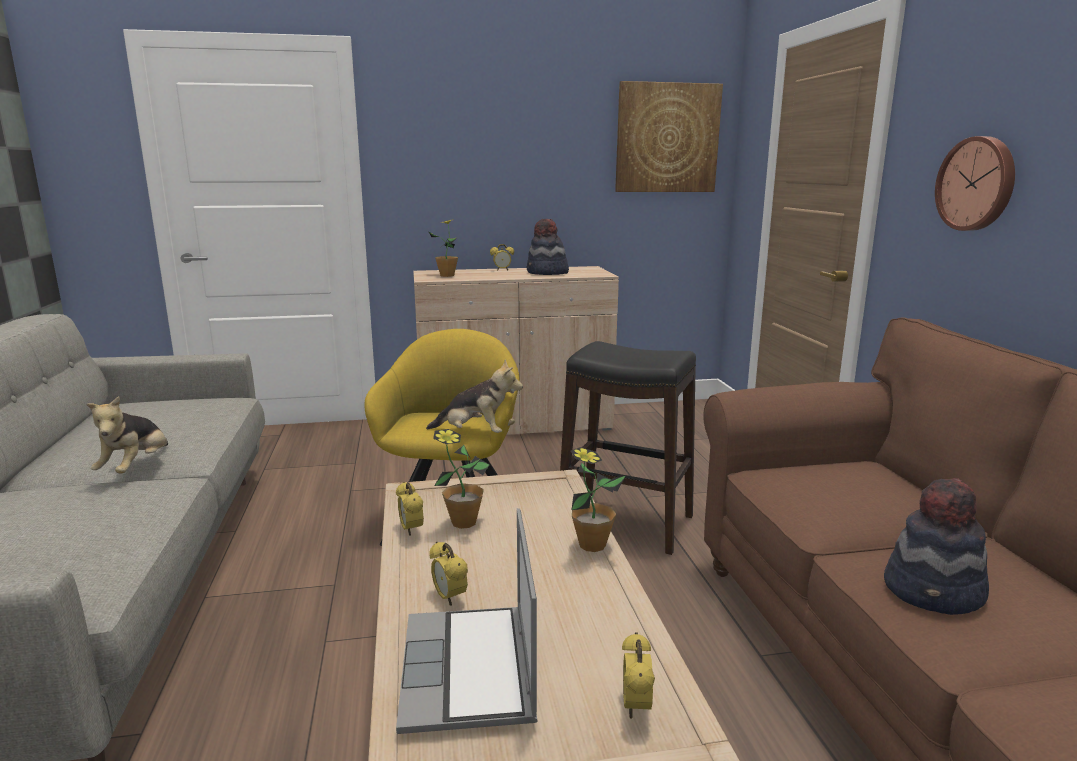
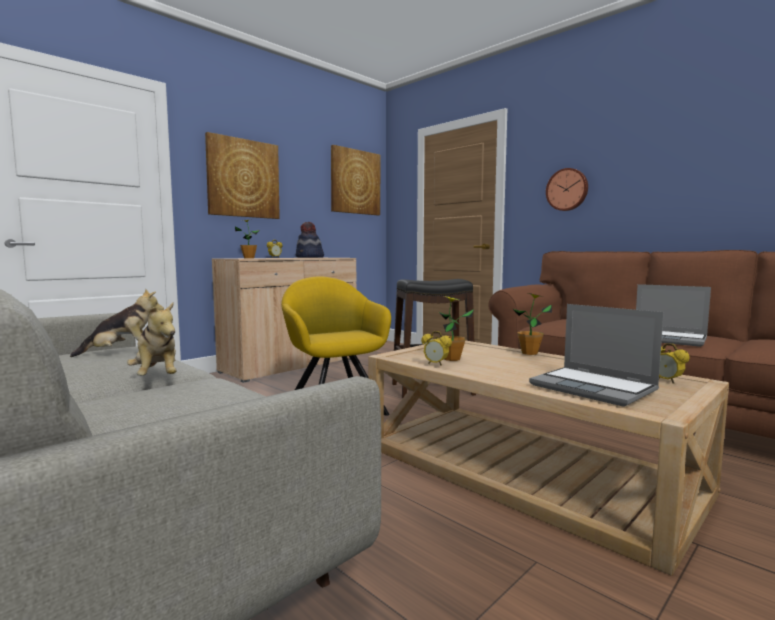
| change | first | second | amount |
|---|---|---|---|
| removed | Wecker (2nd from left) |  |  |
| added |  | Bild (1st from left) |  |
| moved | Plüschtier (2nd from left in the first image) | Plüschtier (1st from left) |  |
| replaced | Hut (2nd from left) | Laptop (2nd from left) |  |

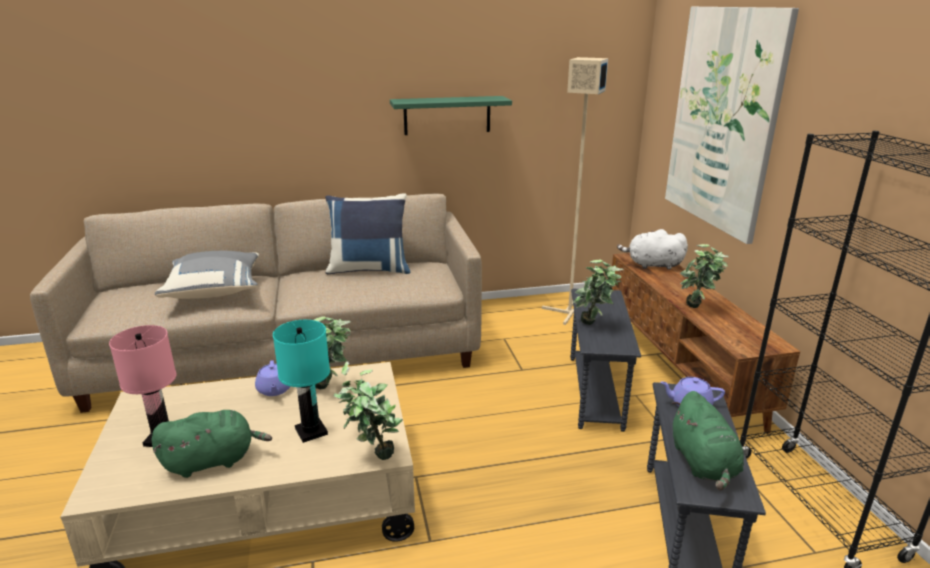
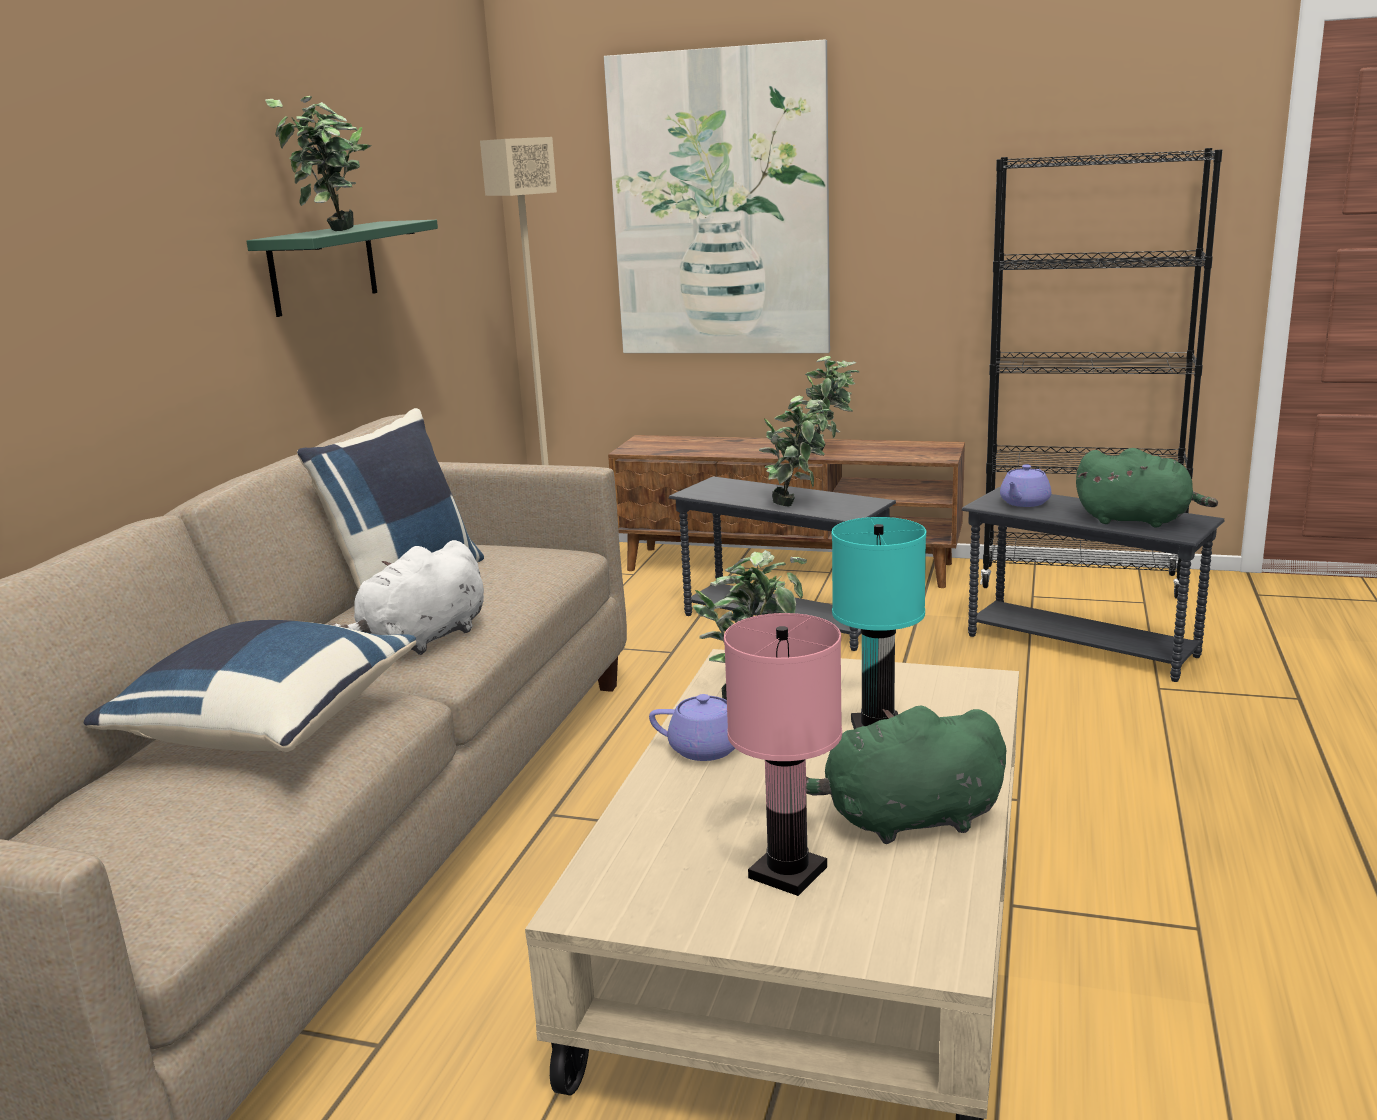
| change | first | second | amount |
|---|---|---|---|
| moved | Topfpflanze (2nd from left in the first image) | Topfpflanze (1st from left) |  |
| moved | Plüschtier [weiß] |  |  |
| recoloured | Kissen [grau] | Kissen [blau] (1st from left) |  |
| turned | Plüschtier [grün] (1st from left) |  | 105 degrees counterclockwise |

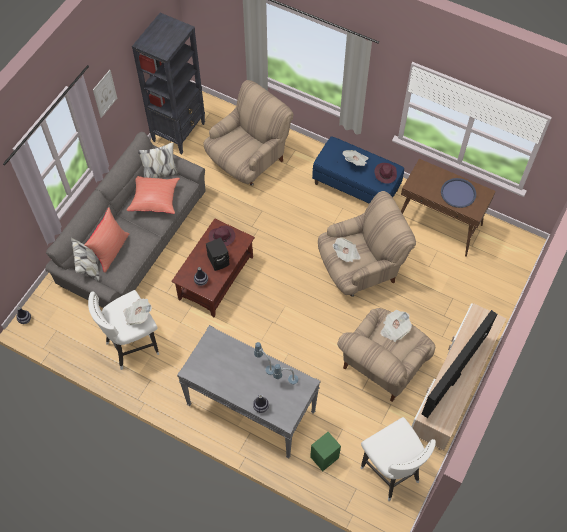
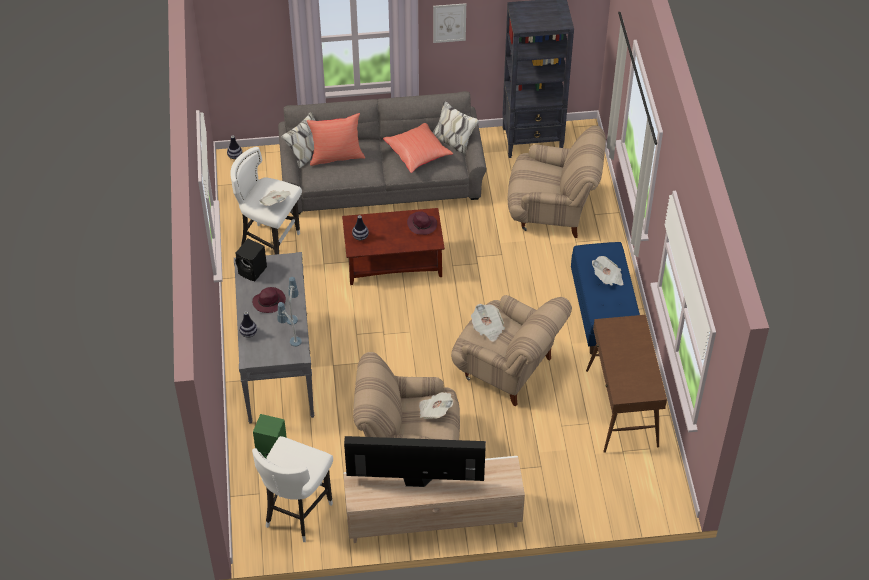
| change | first | second | amount |
|---|---|---|---|
| removed | Tablett [blau] |  |  |
| moved | Lautsprecher [schwarz] |  |  |
| moved | Hut [lila] (2nd from left in the first image) | Hut [lila] (1st from left) |  |

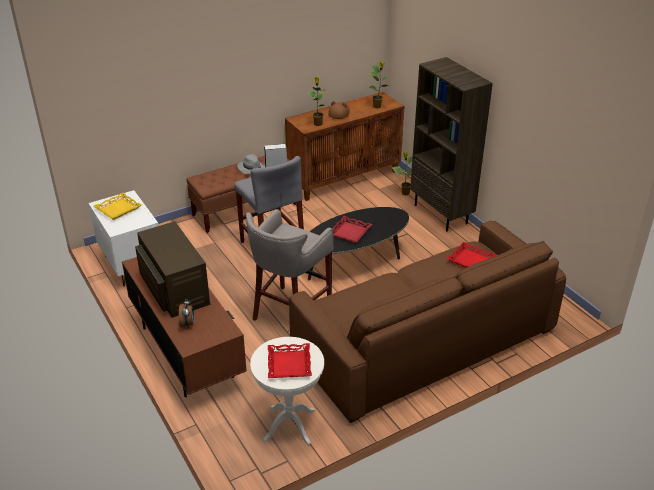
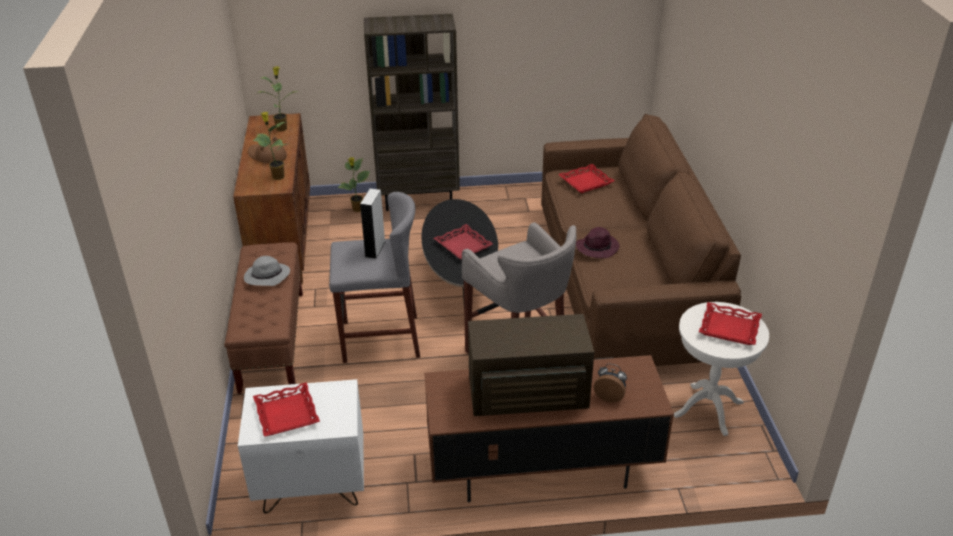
| change | first | second | amount |
|---|---|---|---|
| added |  | Hut [lila] |  |
| recoloured | Tablett [gelb] | Tablett [rot] (1st from left) |  |

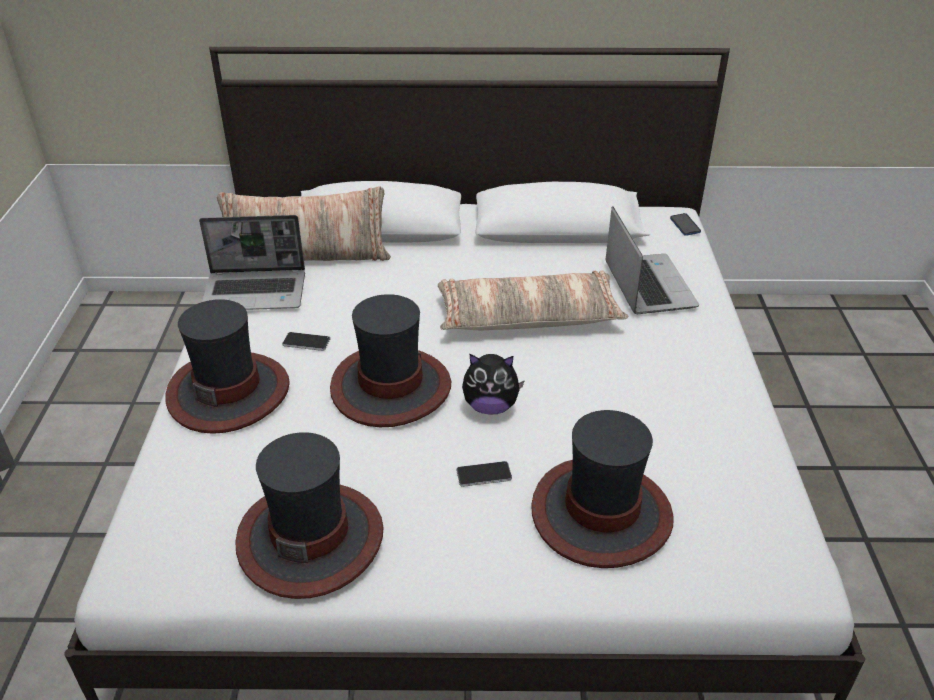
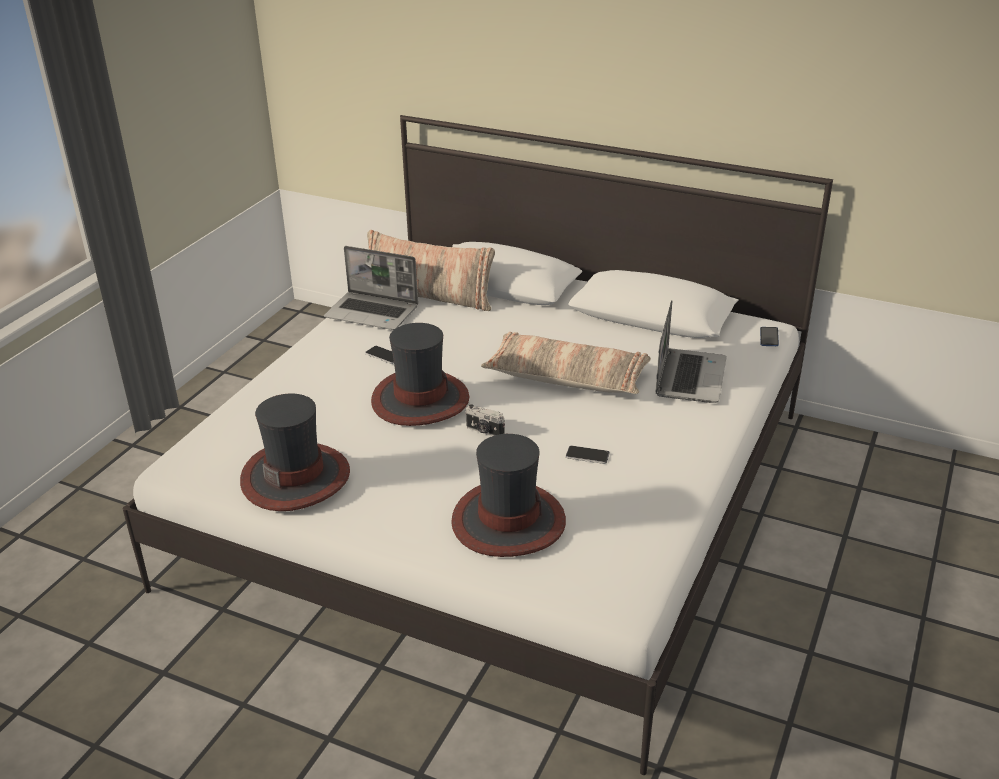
| change | first | second | amount |
|---|---|---|---|
| removed | Hut (1st from left) |  |  |
| moved | Handy (2nd from left) |  |  |
| replaced | Plüschtier | Kamera |  |

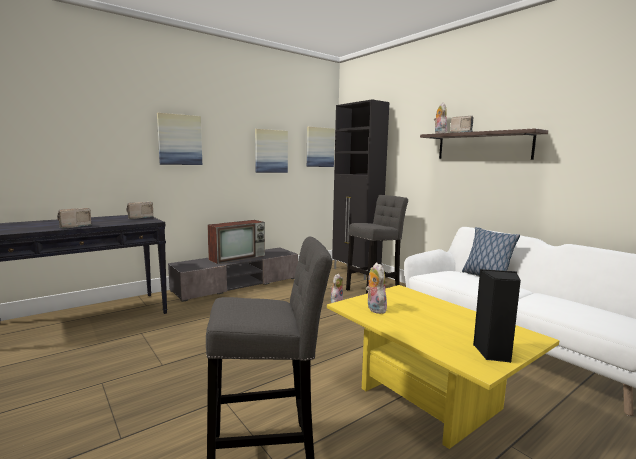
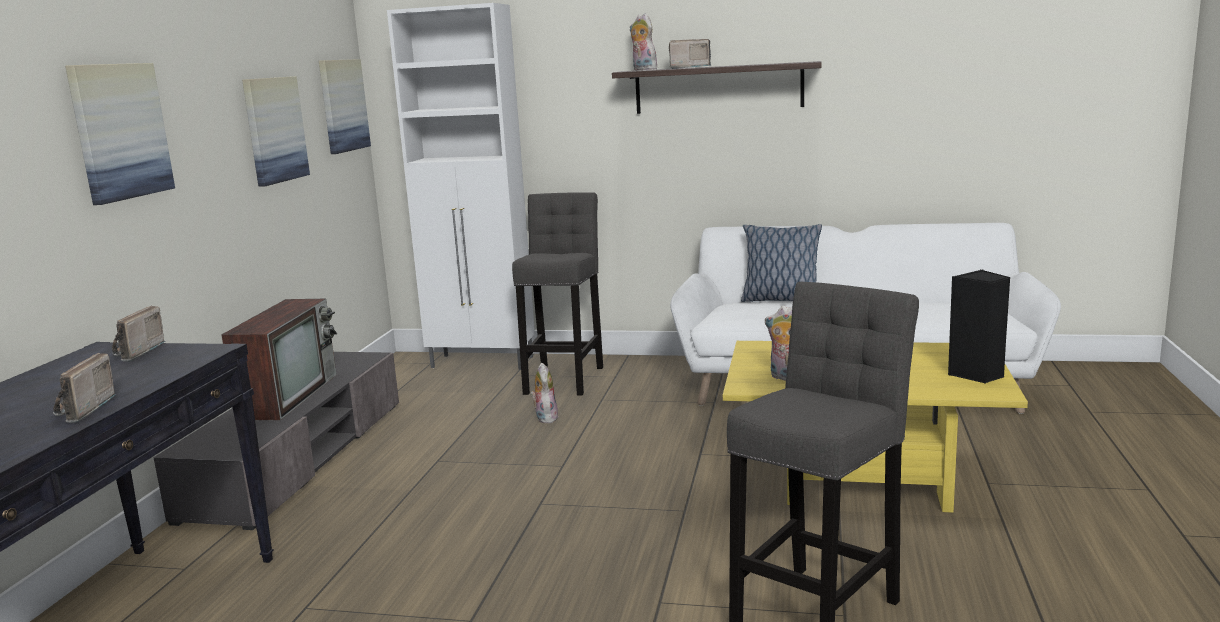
| change | first | second | amount |
|---|---|---|---|
| recoloured | Schrank [schwarz] | Schrank [weiß] |  |

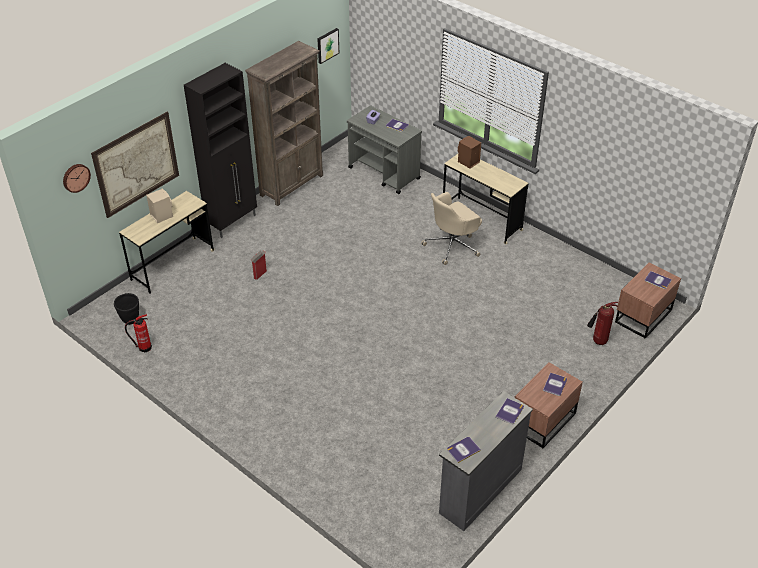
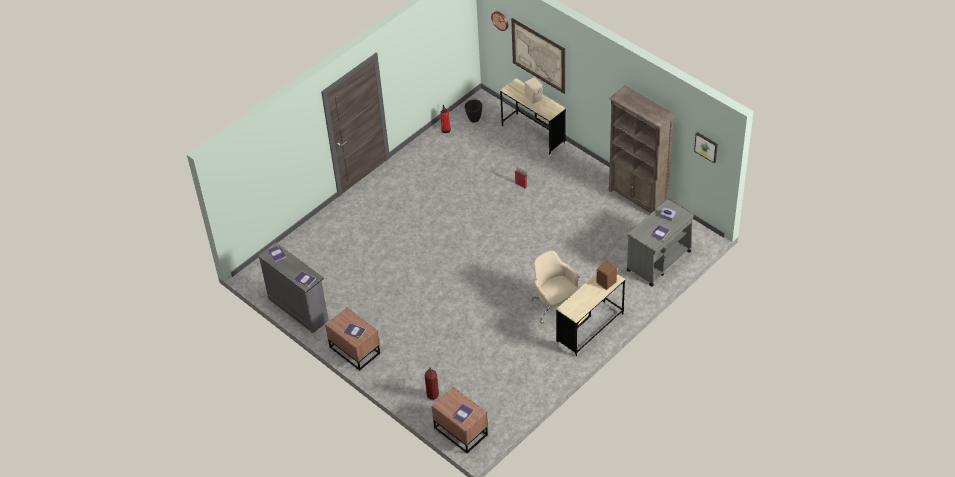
| change | first | second | amount |
|---|---|---|---|
| removed | Schrank [schwarz] |  |  |

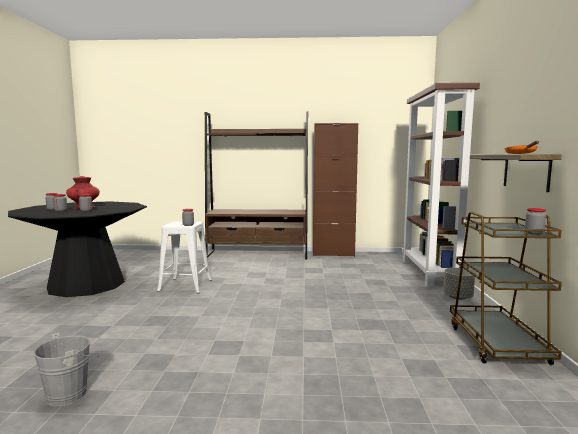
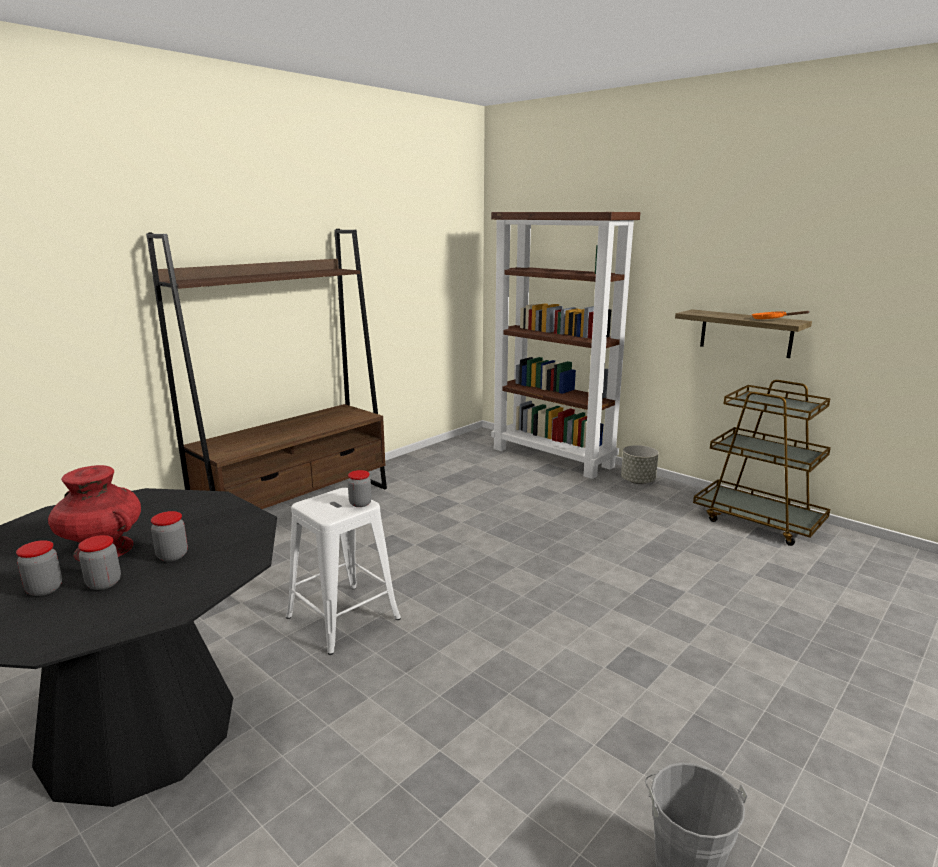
| change | first | second | amount |
|---|---|---|---|
| removed | Schrank [braun] |  |  |
| removed | Vorratsglas (5th from left) |  |  |

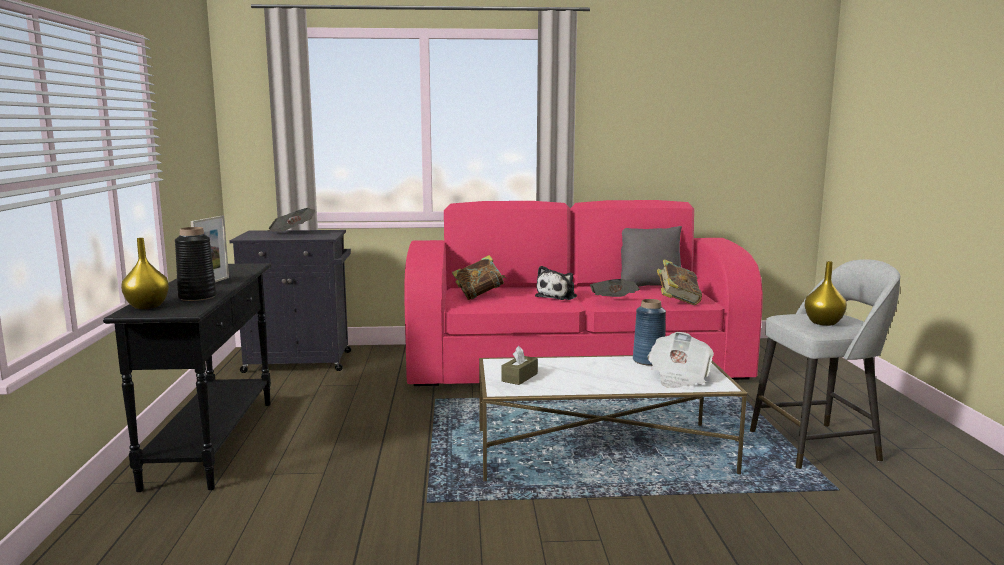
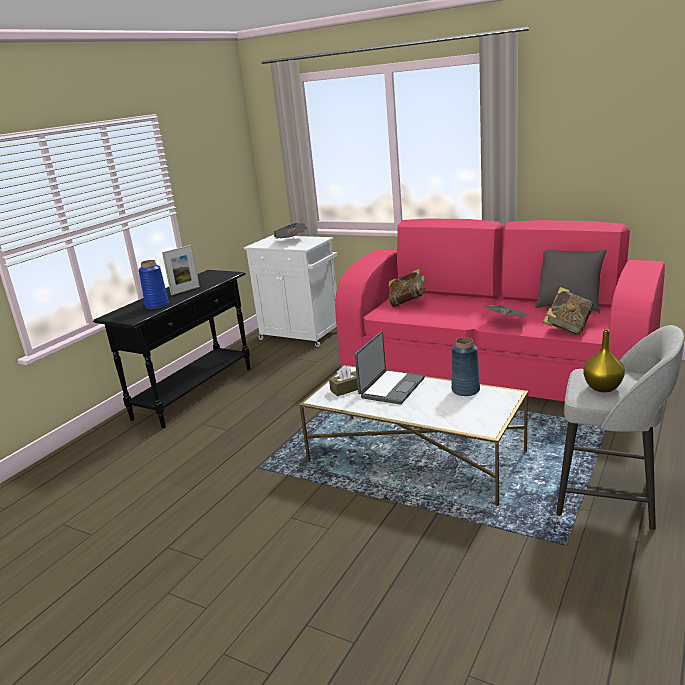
| change | first | second | amount |
|---|---|---|---|
| removed | Vase [gelb] (1st from left) |  |  |
| removed | Plüschtier |  |  |
| removed | Zeitung (3rd from left) |  |  |
| added |  | Laptop |  |
| recoloured | Vase [schwarz] | Vase [blau] (1st from left) |  |
| recoloured | Schrank [schwarz] | Schrank [weiß] |  |

